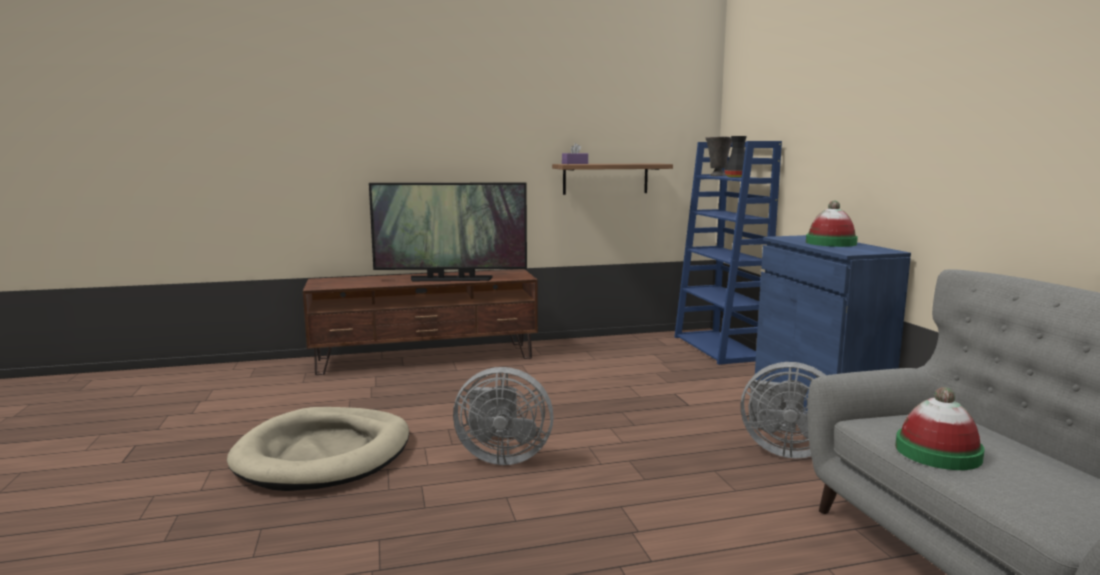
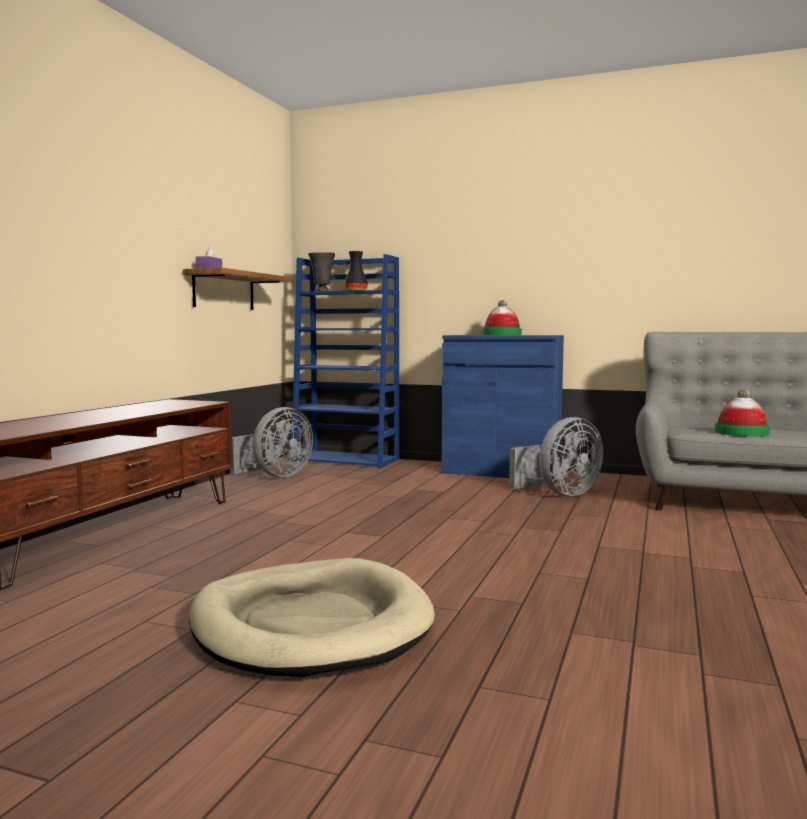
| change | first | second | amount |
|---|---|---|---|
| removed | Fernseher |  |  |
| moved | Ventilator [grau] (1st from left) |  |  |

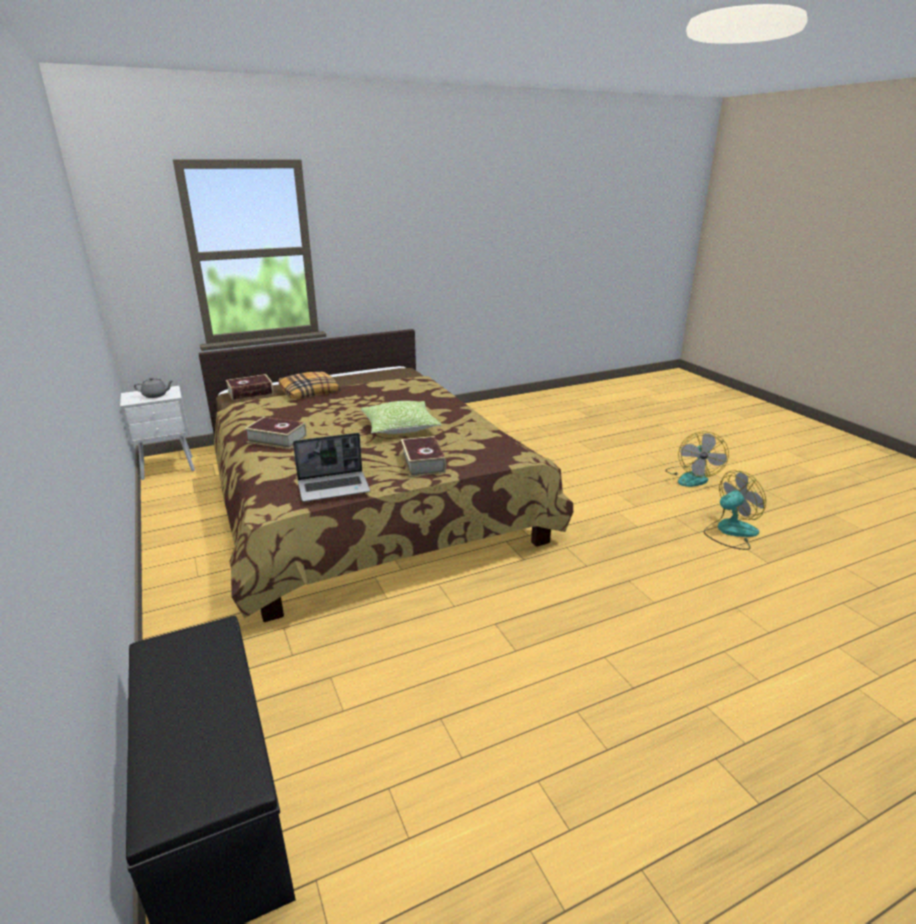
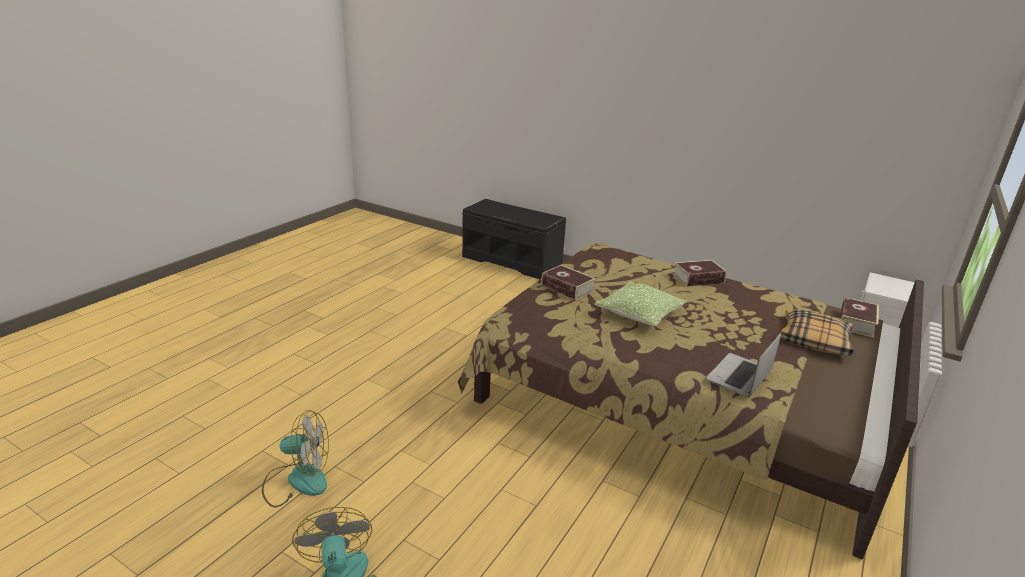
| change | first | second | amount |
|---|---|---|---|
| removed | Teekanne [grau] |  |  |
| moved | Laptop |  |  |
| turned | Ventilator (2nd from left in the first image) | Ventilator (1st from left) | 120 degrees counterclockwise |

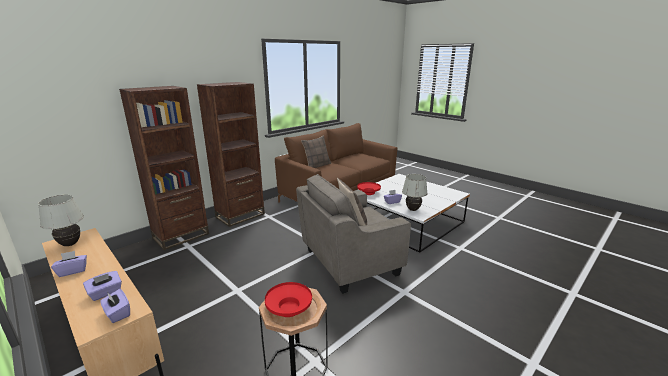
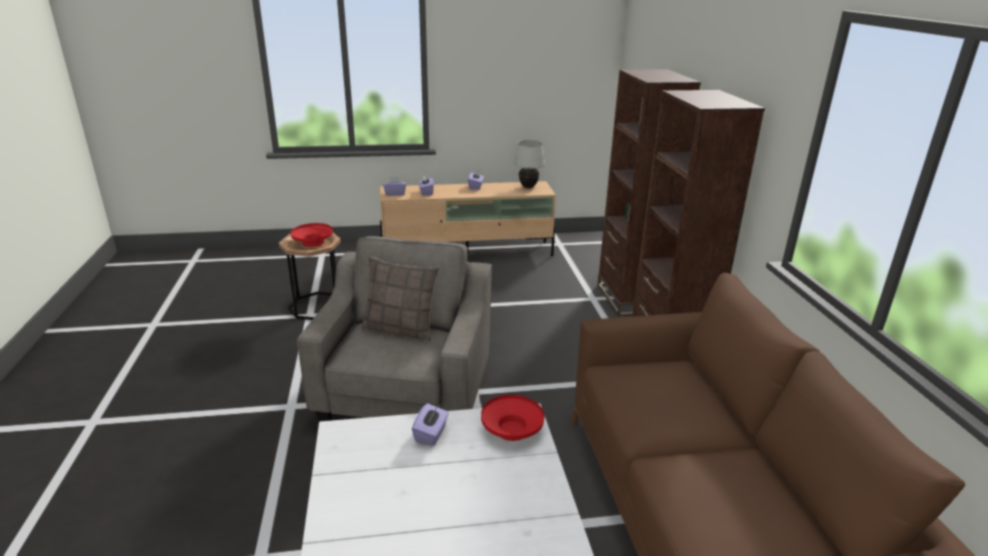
| change | first | second | amount |
|---|---|---|---|
| removed | Kissen (1st from left) |  |  |
| removed | Tischlampe [weiß] (2nd from left) |  |  |

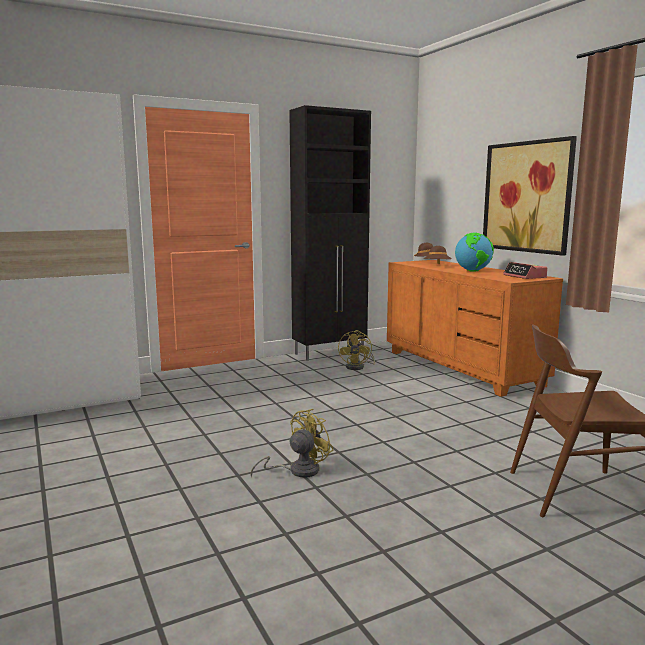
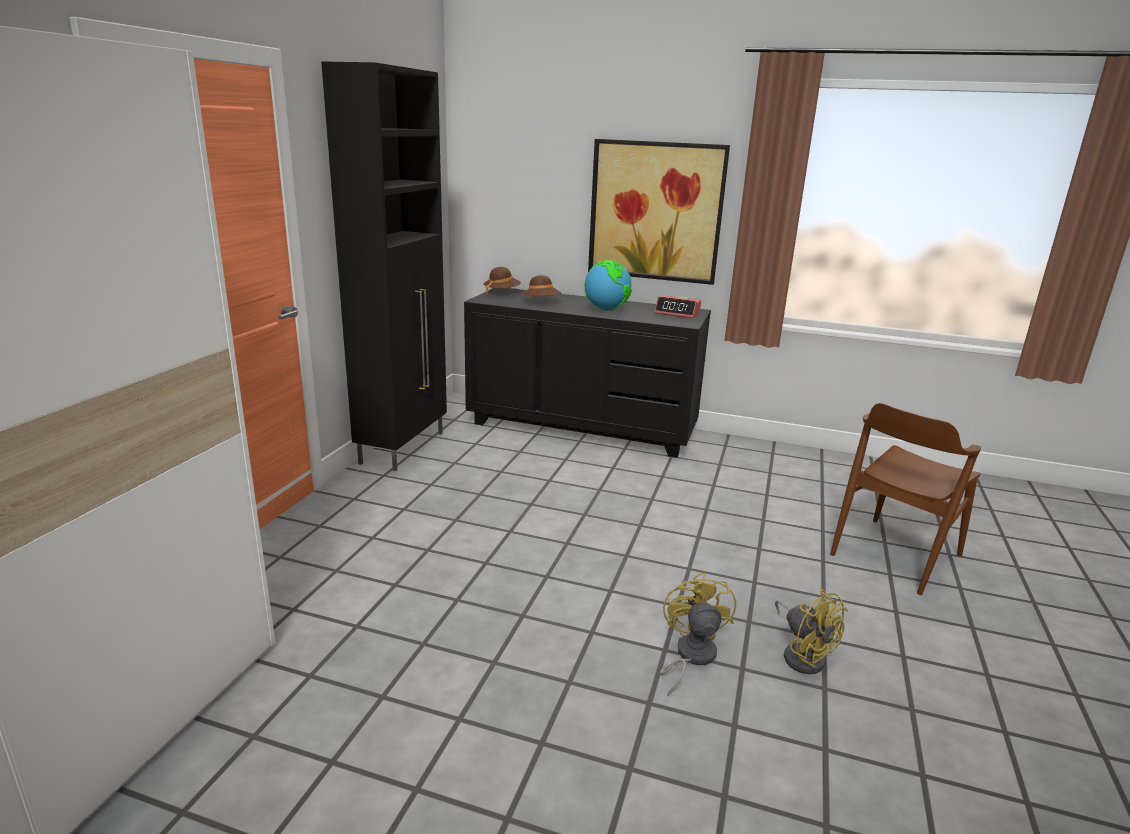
| change | first | second | amount |
|---|---|---|---|
| moved | Ventilator [gelb] (2nd from left) |  |  |
| recoloured | Kommode [orange] | Kommode [schwarz] |  |

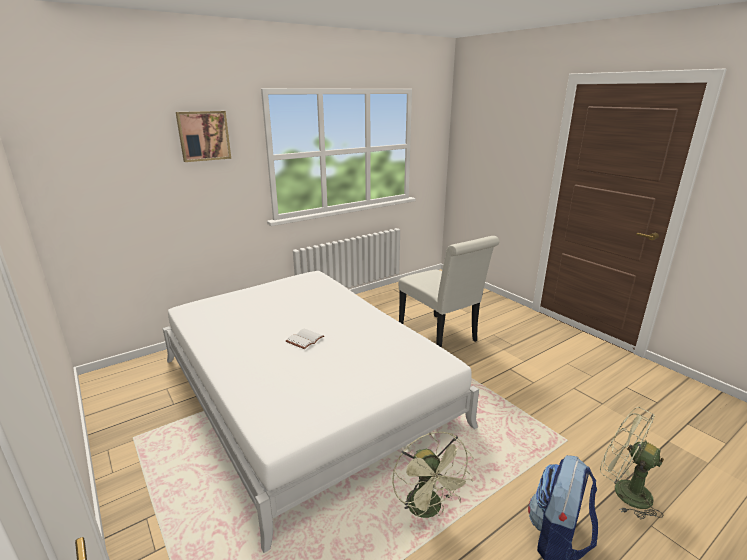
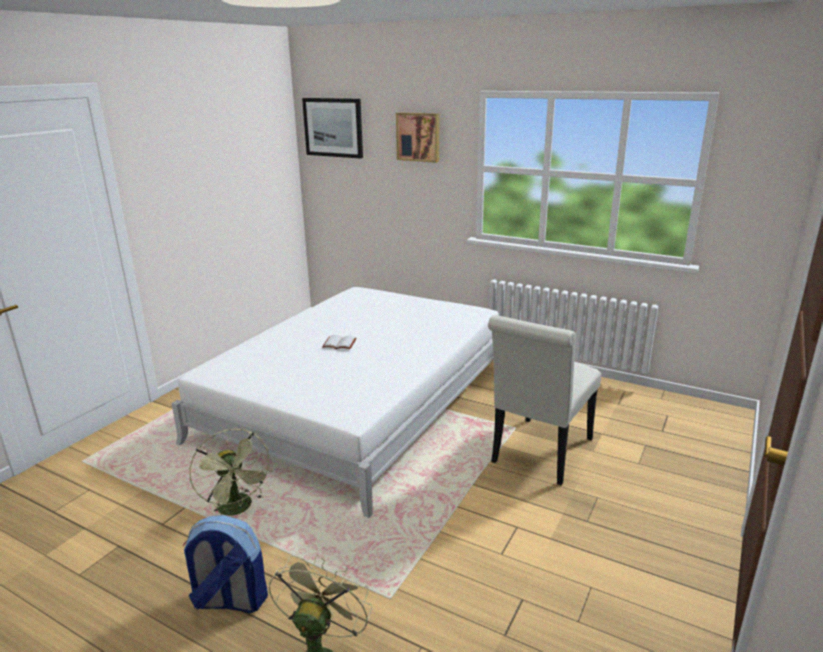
| change | first | second | amount |
|---|---|---|---|
| added |  | Bild (1st from left) |  |
| turned | Ventilator [grün] (1st from left) |  | 75 degrees counterclockwise |

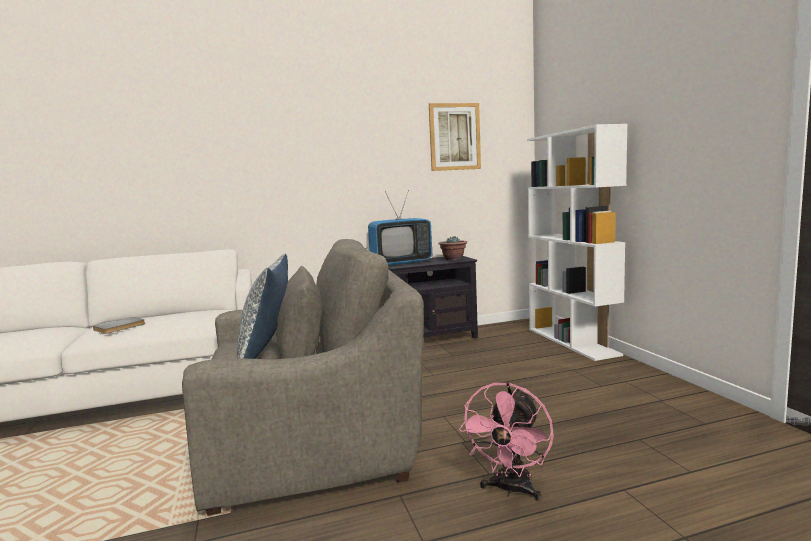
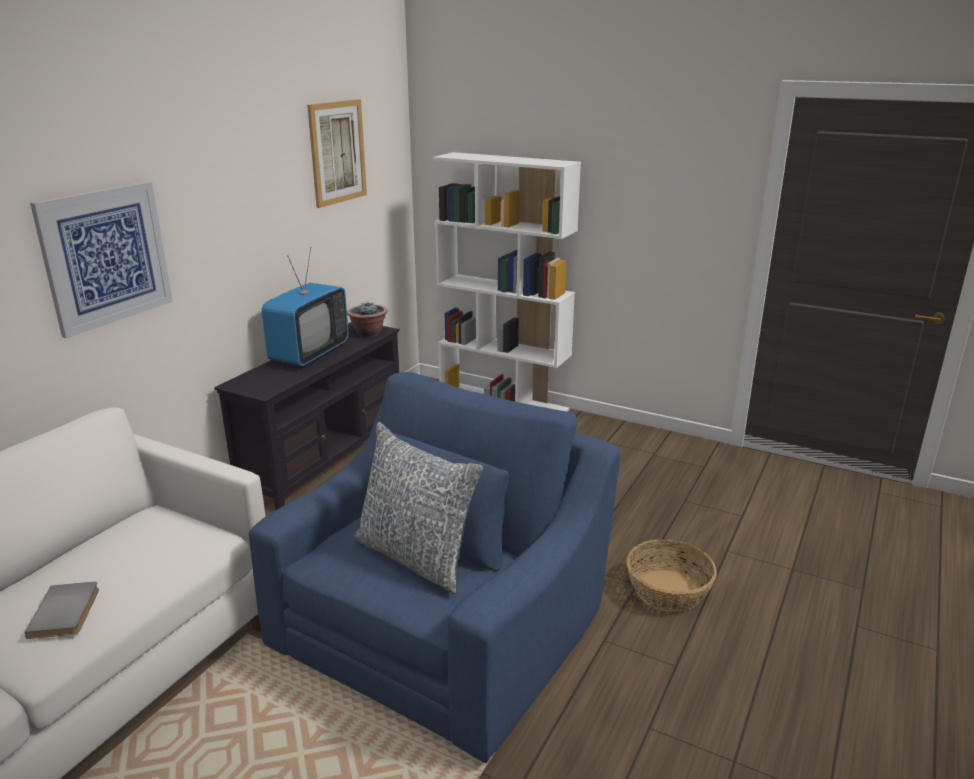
| change | first | second | amount |
|---|---|---|---|
| added |  | Bild (1st from left) |  |
| replaced | Ventilator [rosa] | Korb |  |
| recoloured | Sessel [grau] | Sessel [blau] |  |

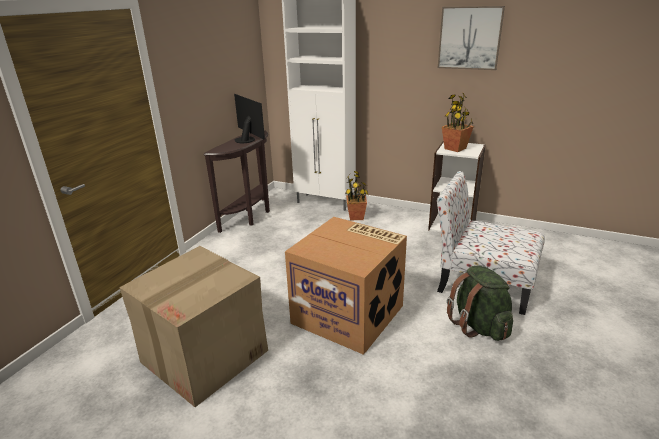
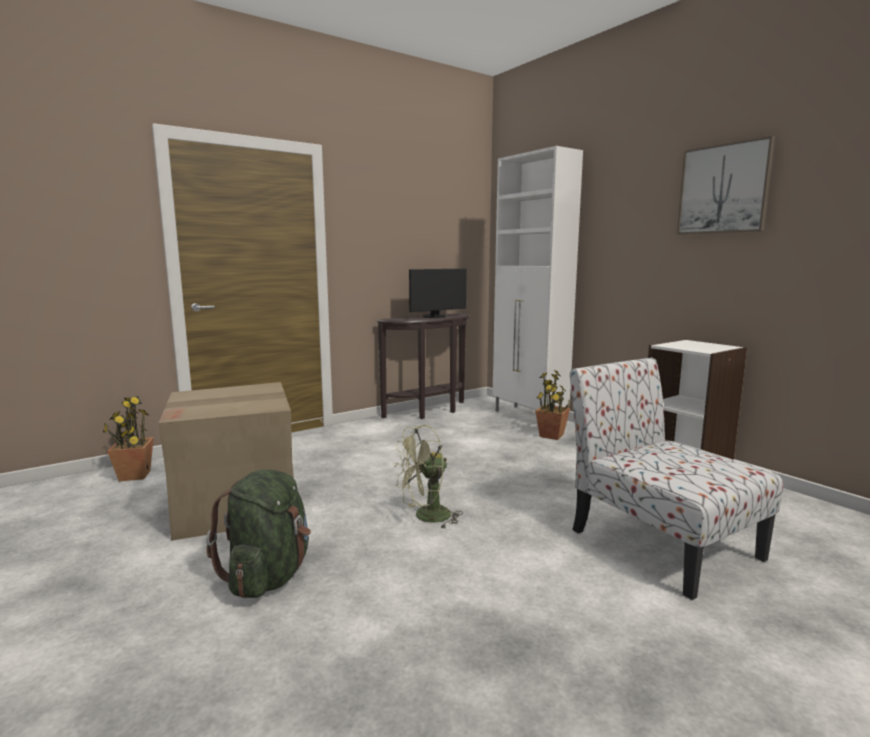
| change | first | second | amount |
|---|---|---|---|
| moved | Topfpflanze (2nd from left in the first image) | Topfpflanze (1st from left) |  |
| moved | Rucksack [grün] |  |  |
| replaced | Karton (2nd from left) | Ventilator [grün] |  |
| turned | Monitor |  | 60 degrees clockwise |

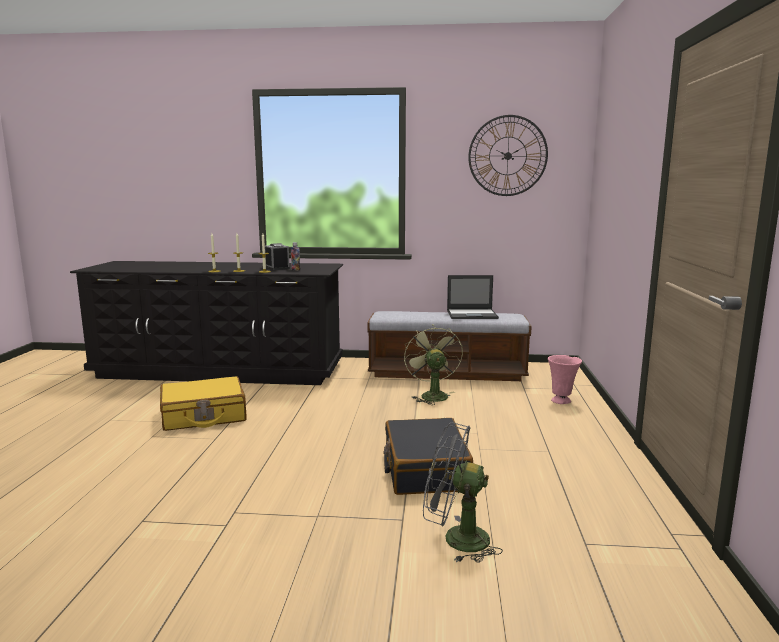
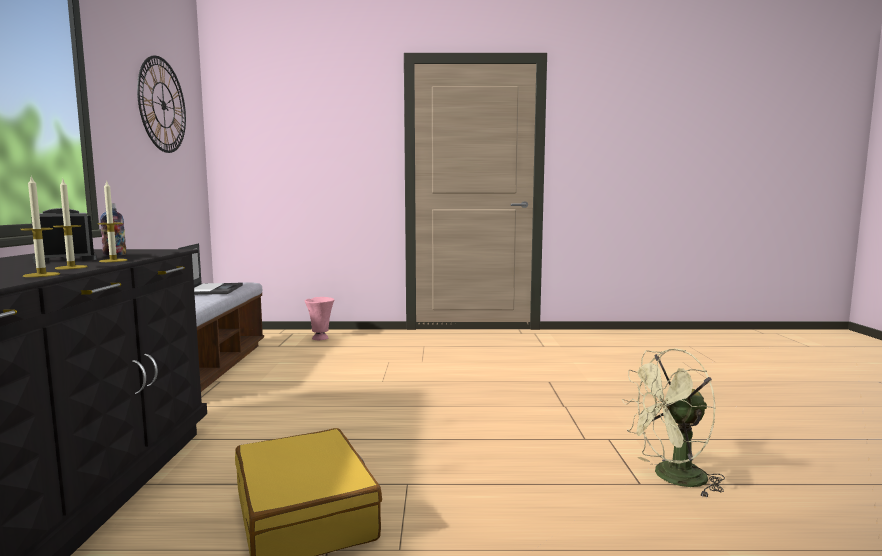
| change | first | second | amount |
|---|---|---|---|
| removed | Koffer [schwarz] |  |  |
| removed | Ventilator [grau] |  |  |
| moved | Ventilator [grün] |  |  |

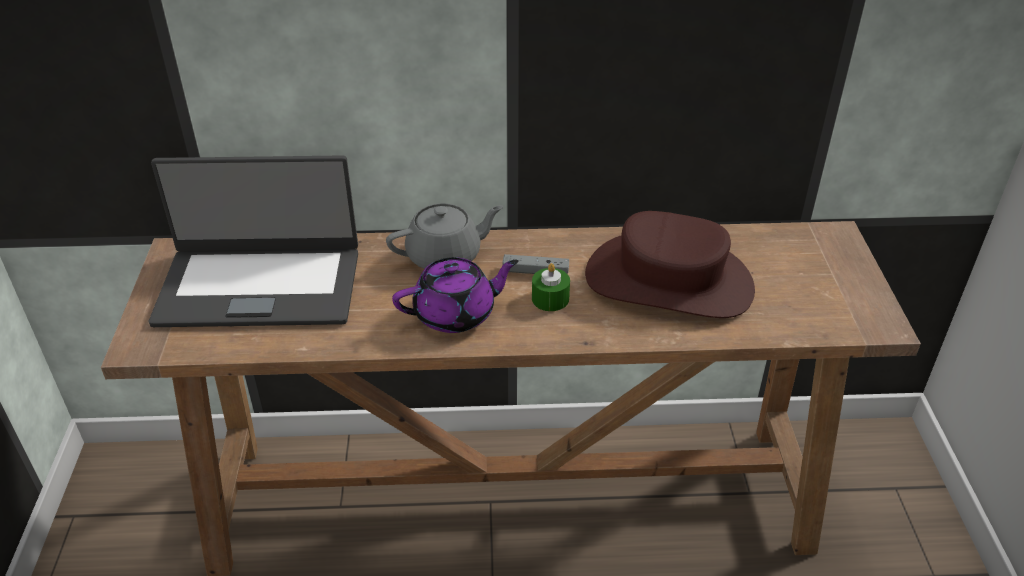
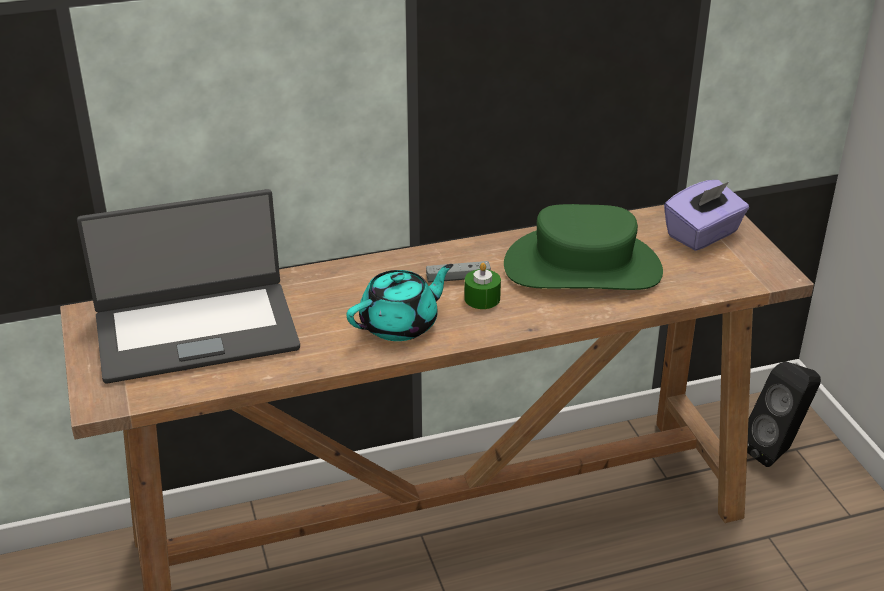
| change | first | second | amount |
|---|---|---|---|
| removed | Teekanne [grau] |  |  |
| added |  | Taschentuchbox [lila] |  |
| added |  | Lautsprecher [schwarz] |  |
| recoloured | Teekanne [lila] | Teekanne [türkis] |  |
| recoloured | Hut [braun] | Hut [grün] |  |

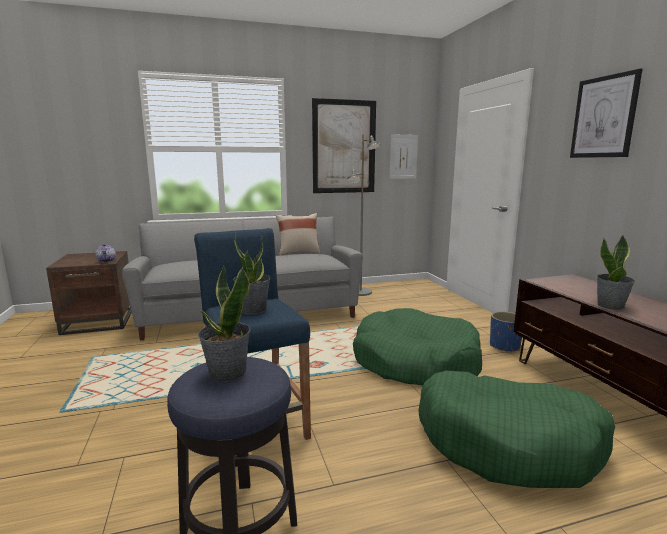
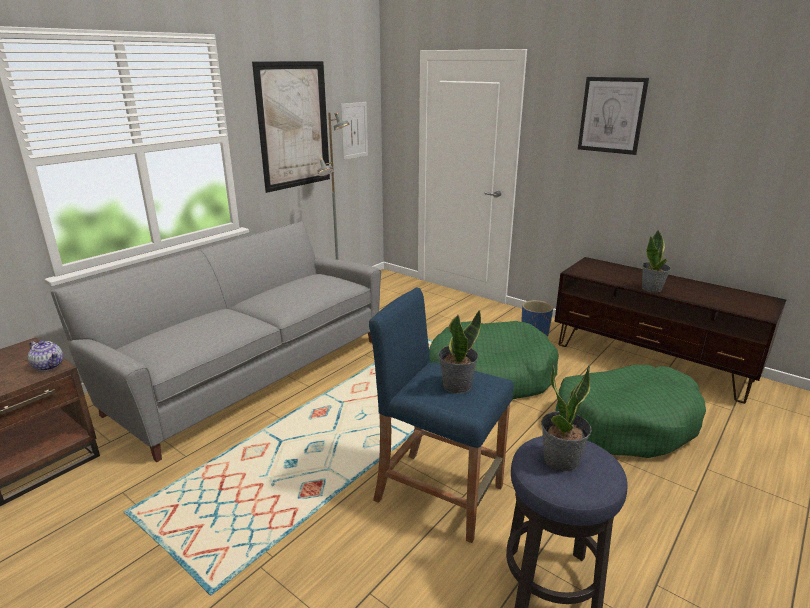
| change | first | second | amount |
|---|---|---|---|
| removed | Kissen [beige] |  |  |

